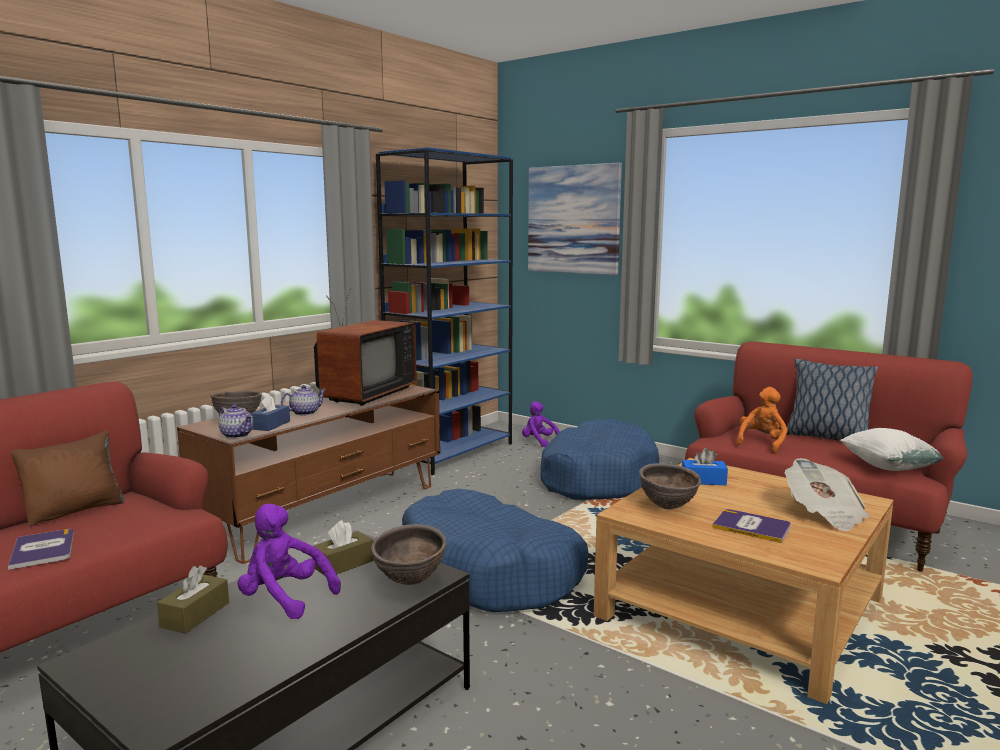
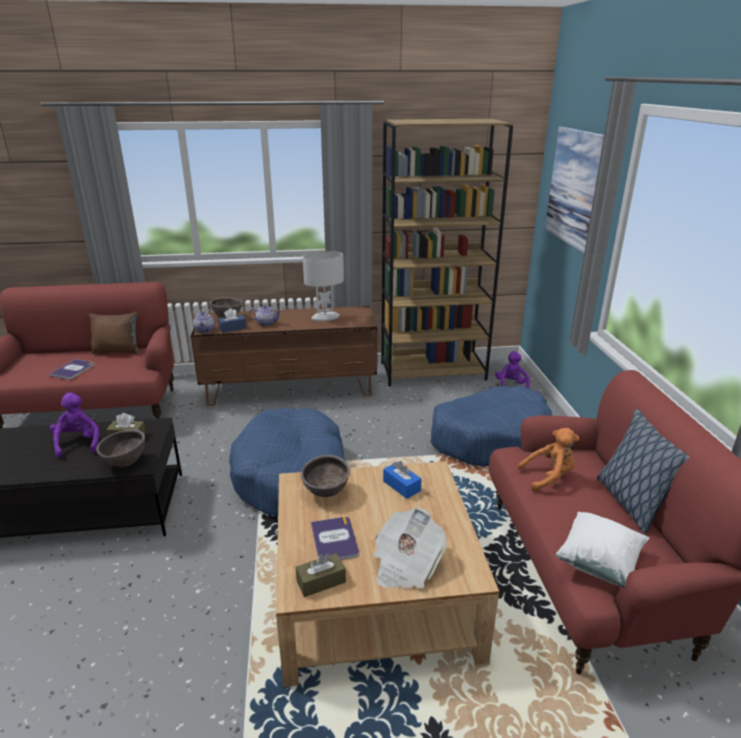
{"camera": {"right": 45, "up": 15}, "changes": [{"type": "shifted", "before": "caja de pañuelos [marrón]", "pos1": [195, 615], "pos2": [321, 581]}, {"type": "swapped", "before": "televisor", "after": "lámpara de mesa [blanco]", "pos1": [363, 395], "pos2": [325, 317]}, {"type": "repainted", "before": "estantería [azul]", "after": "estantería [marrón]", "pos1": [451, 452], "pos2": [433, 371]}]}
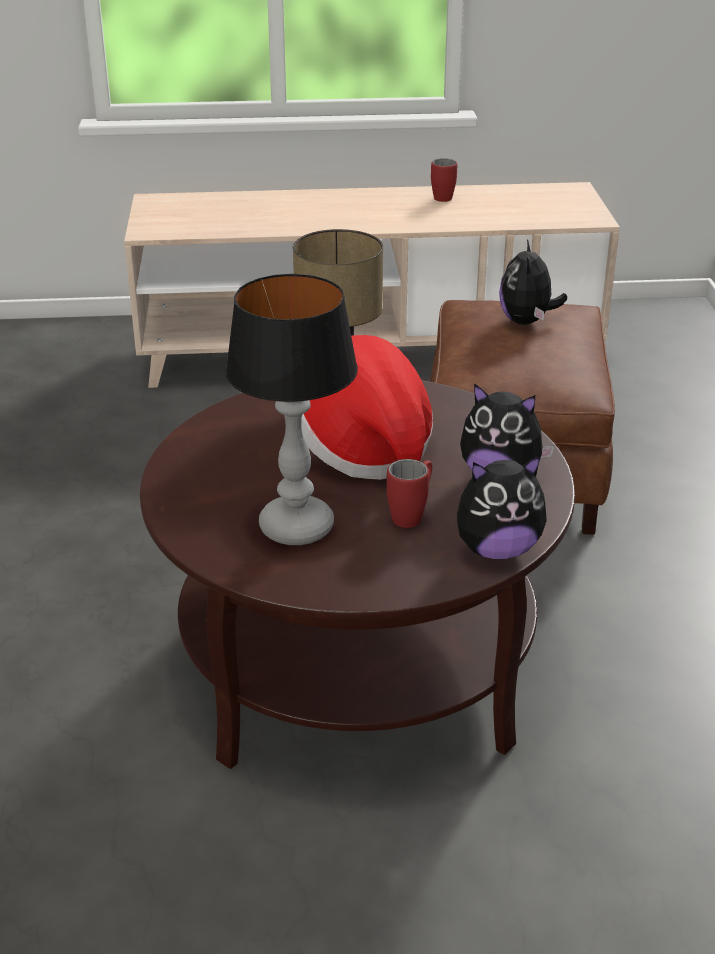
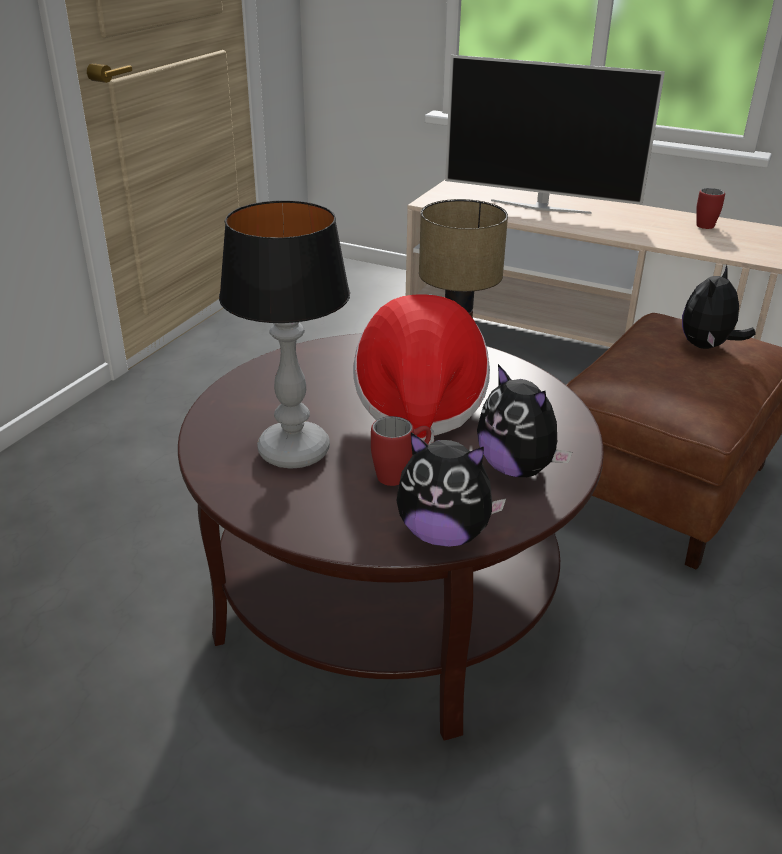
{"camera": {"right": 30, "up": 0}, "changes": [{"type": "new", "after": "televisor", "pos2": [540, 206]}]}
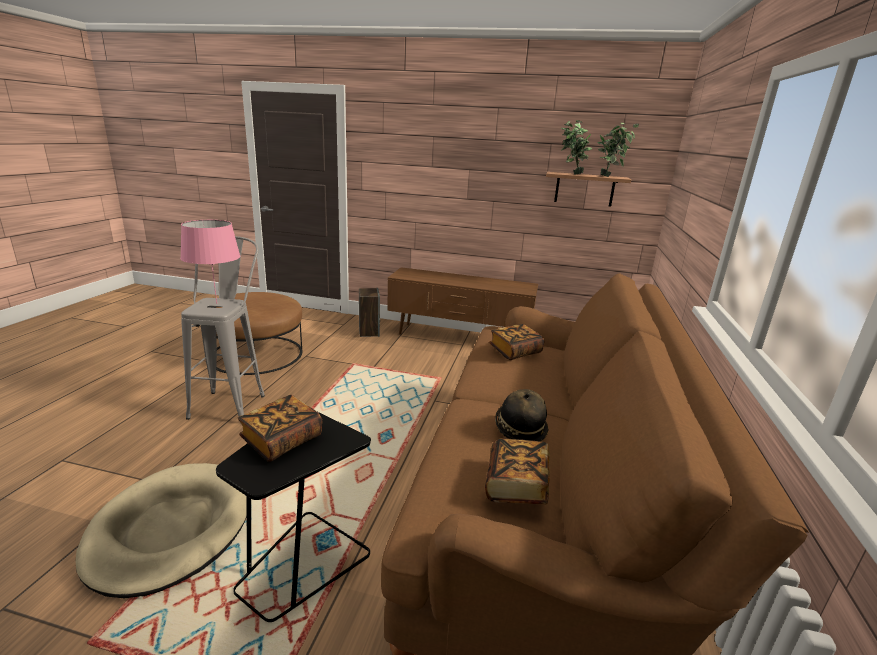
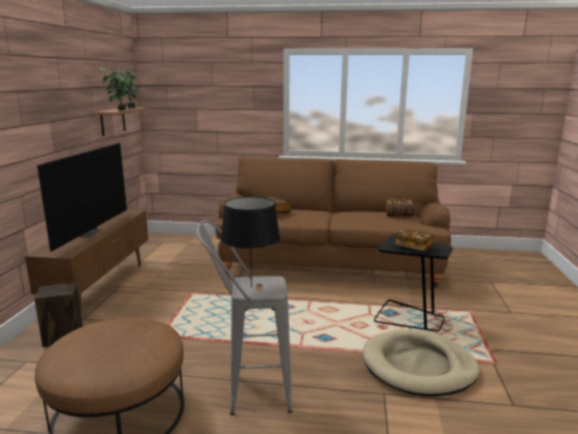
{"camera": {"right": -95, "up": -5}, "changes": [{"type": "gone", "before": "sombrero", "pos1": [519, 429]}, {"type": "new", "after": "televisor", "pos2": [87, 233]}, {"type": "repainted", "before": "lámpara de mesa [rosa]", "after": "lámpara de mesa [negro]", "pos1": [217, 304], "pos2": [251, 287]}]}
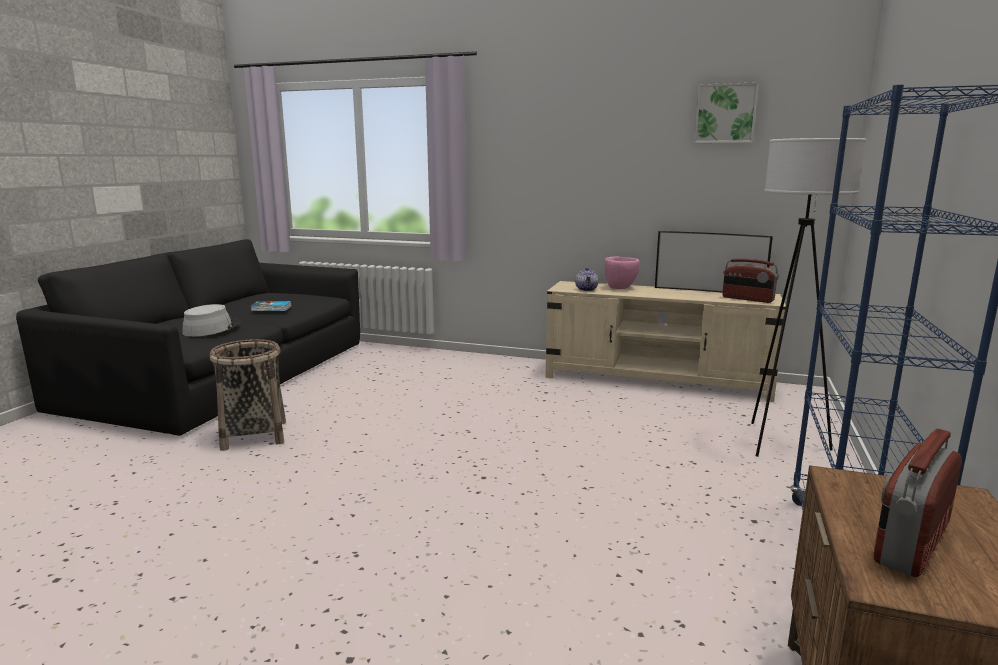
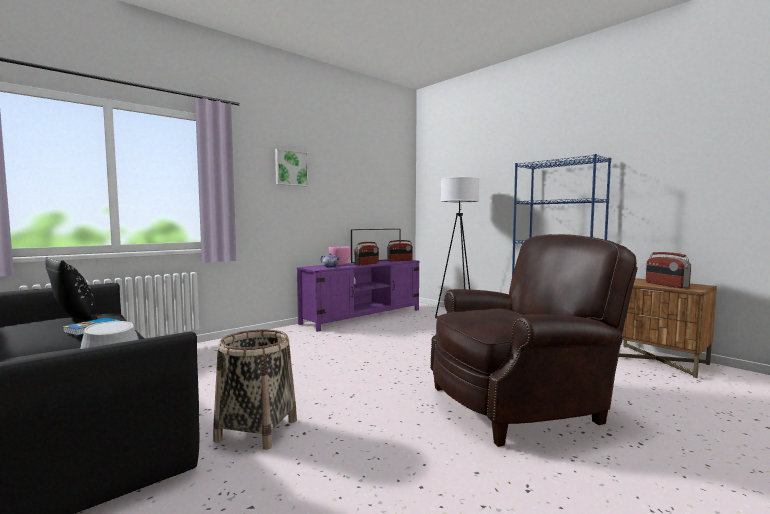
{"camera": {"right": -60, "up": -10}, "changes": [{"type": "new", "after": "cojín [negro]", "pos2": [75, 320]}, {"type": "new", "after": "radio", "pos2": [367, 264]}, {"type": "new", "after": "sillón [marrón]", "pos2": [520, 404]}, {"type": "shifted", "before": "cuadro", "pos1": [725, 113], "pos2": [291, 168]}, {"type": "repainted", "before": "mueble de televisión [beis]", "after": "mueble de televisión [morado]", "pos1": [657, 380], "pos2": [363, 316]}]}
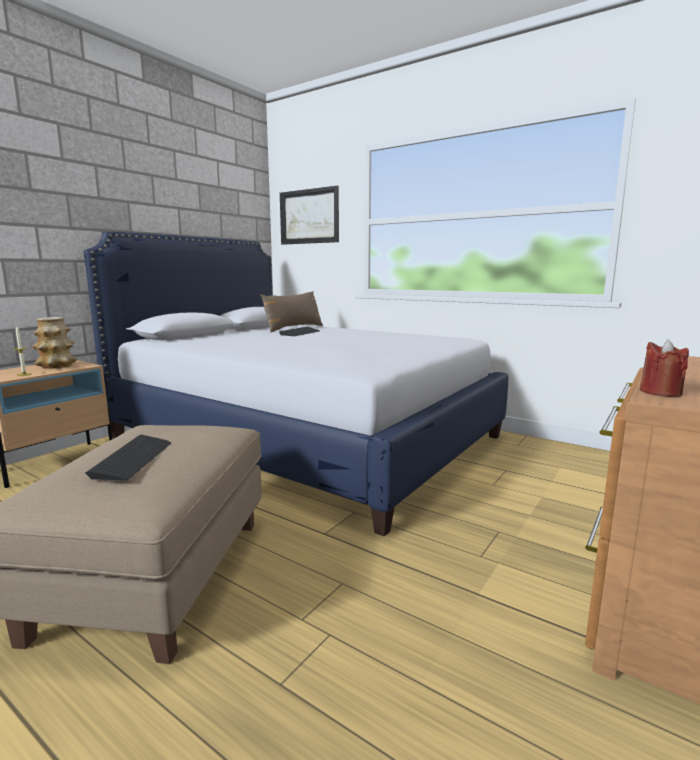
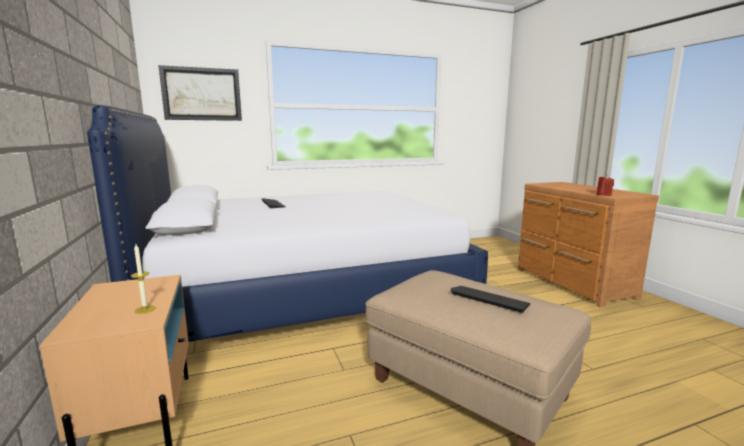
{"camera": {"right": -55, "up": 0}, "changes": [{"type": "gone", "before": "florero", "pos1": [56, 366]}, {"type": "gone", "before": "cojín [marrón]", "pos1": [293, 328]}]}
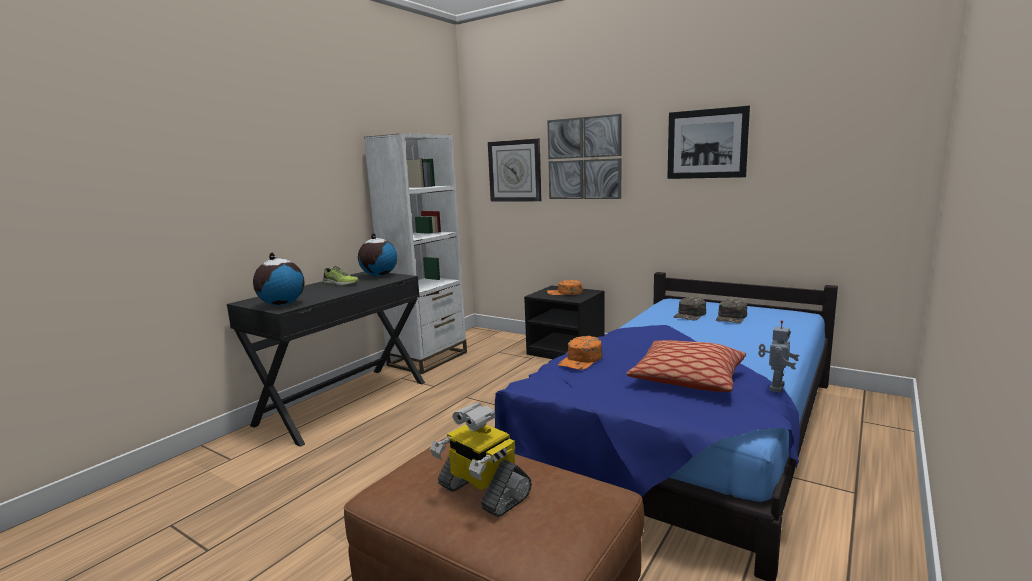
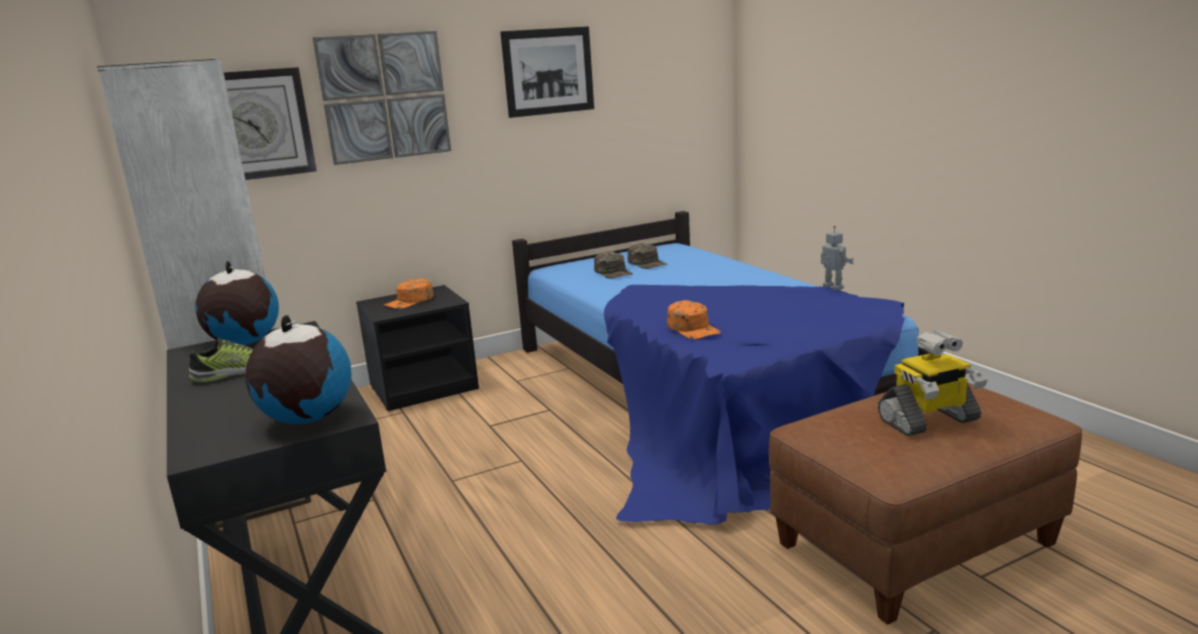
{"camera": {"right": -60, "up": 5}, "changes": [{"type": "gone", "before": "cojín", "pos1": [687, 379]}]}
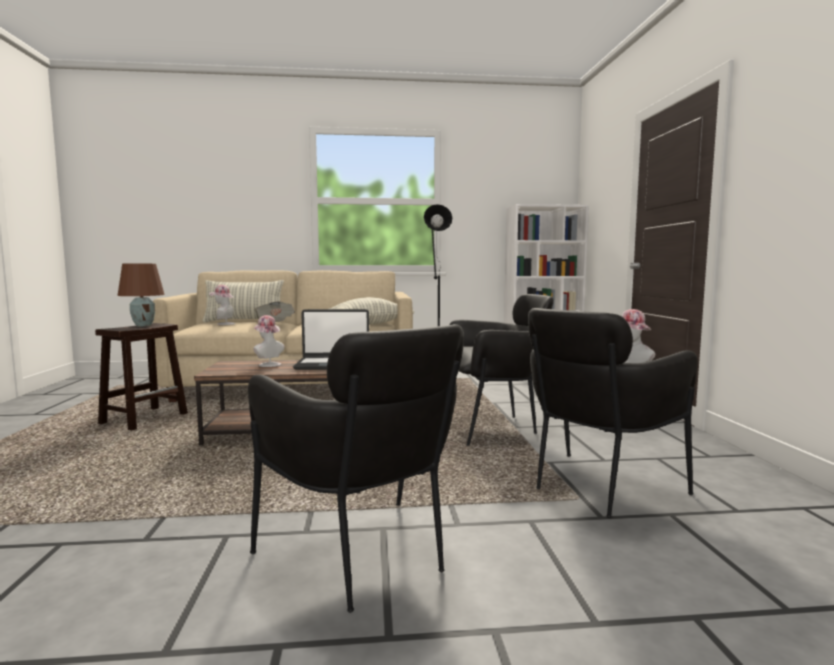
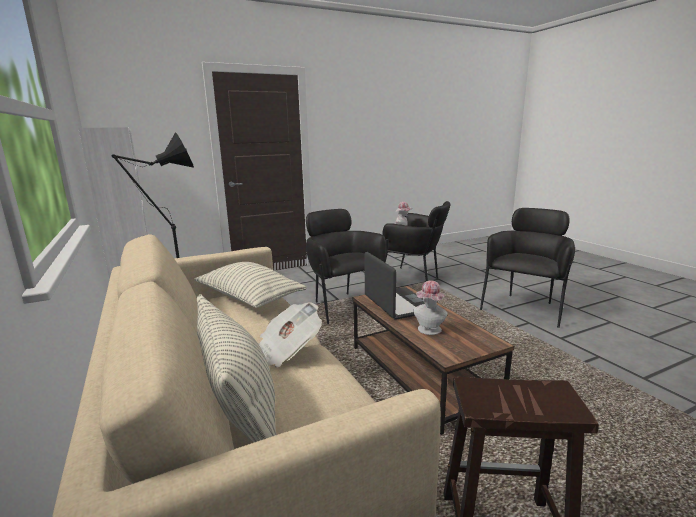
{"camera": {"right": -110, "up": 10}, "changes": [{"type": "gone", "before": "lámpara de mesa [marrón]", "pos1": [143, 325]}, {"type": "gone", "before": "sombrero", "pos1": [223, 324]}]}
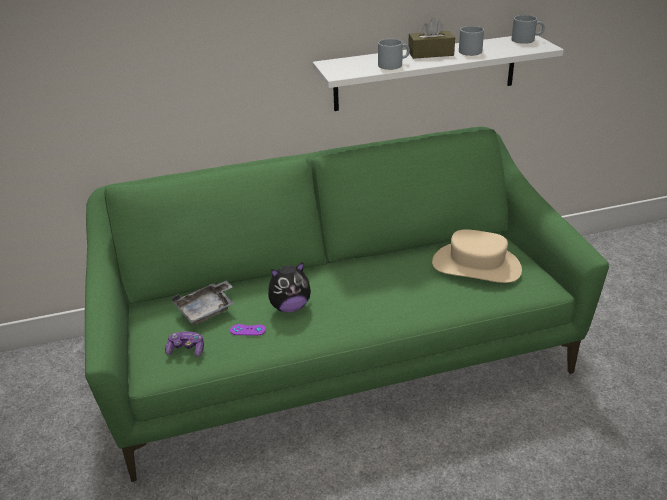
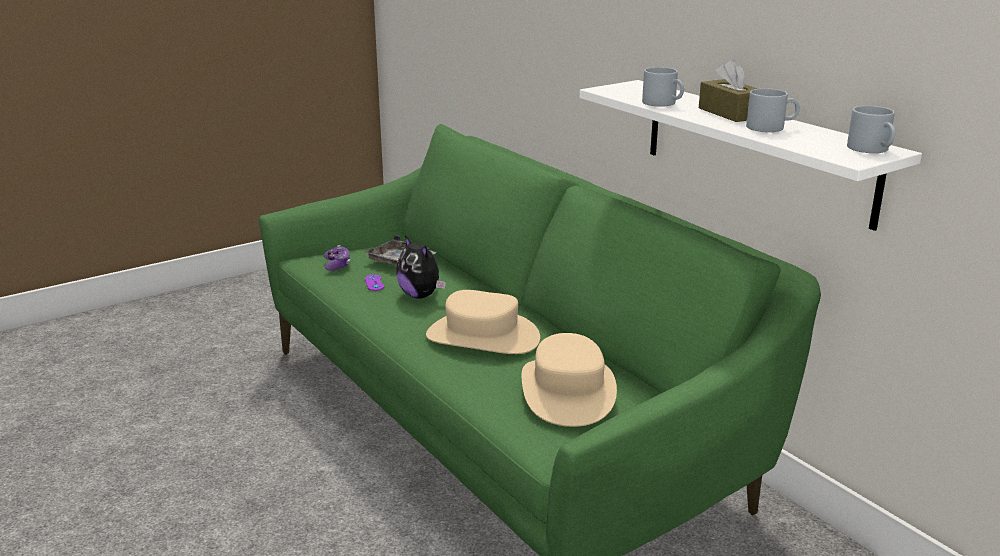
{"camera": {"right": 70, "up": -10}, "changes": [{"type": "new", "after": "sombrero [beis]", "pos2": [482, 337]}]}
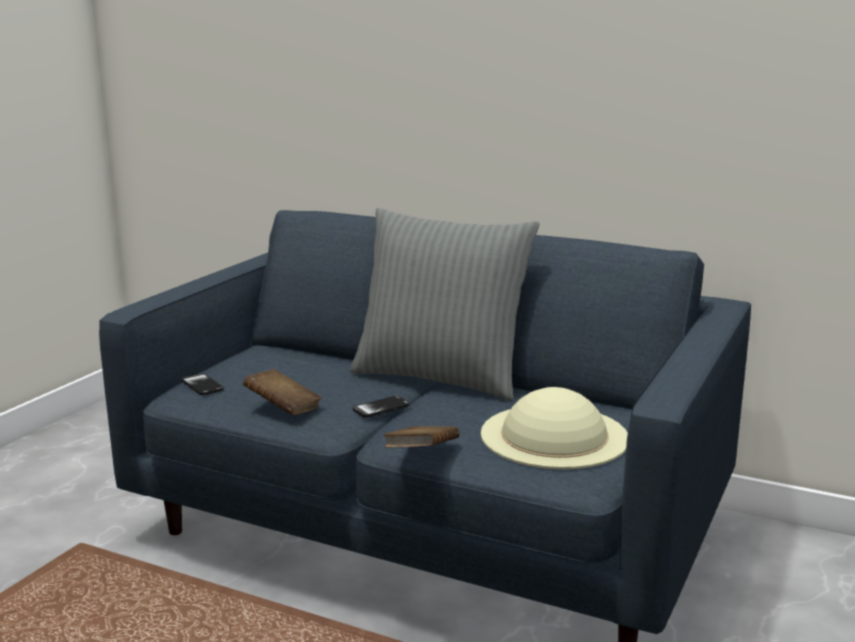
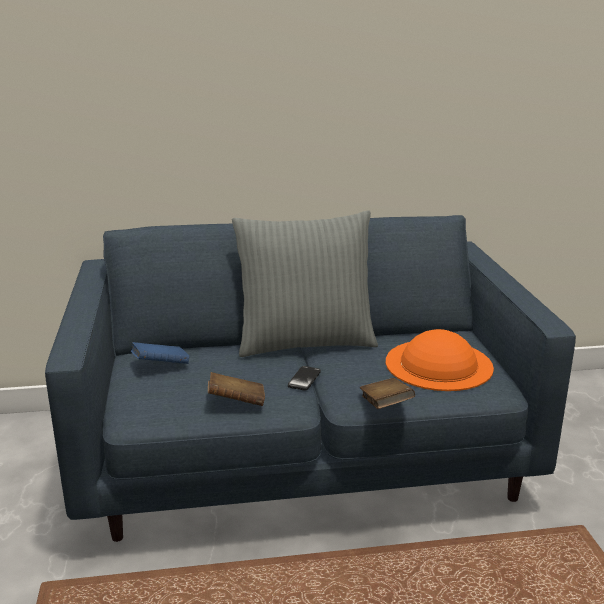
{"camera": {"right": -35, "up": 5}, "changes": [{"type": "gone", "before": "móvil", "pos1": [202, 386]}, {"type": "new", "after": "libro [azul]", "pos2": [160, 366]}, {"type": "repainted", "before": "sombrero [beis]", "after": "sombrero [naranja]", "pos1": [554, 435], "pos2": [439, 364]}]}
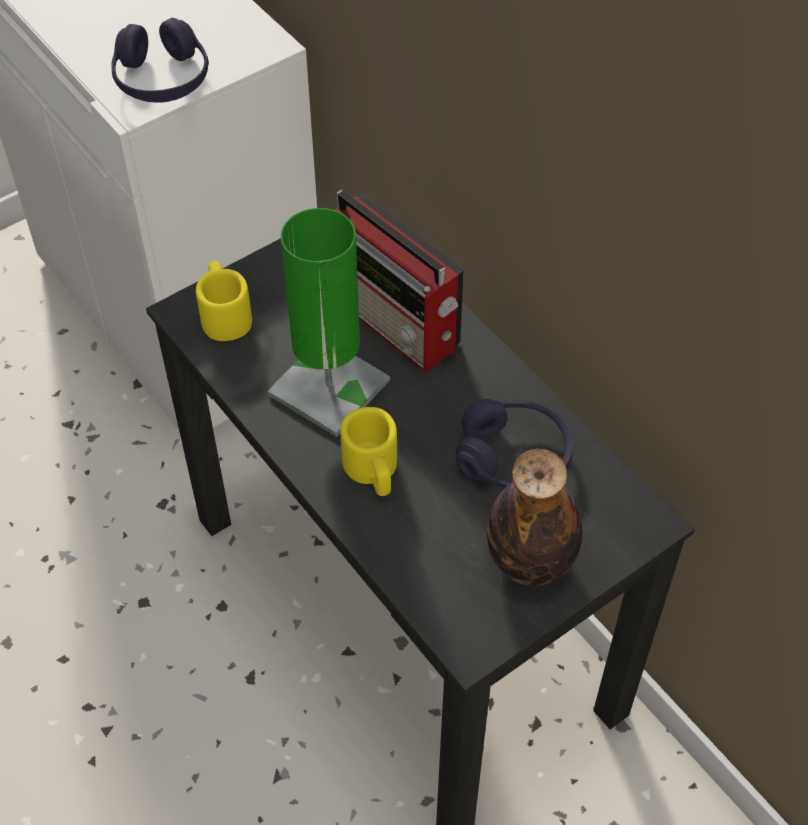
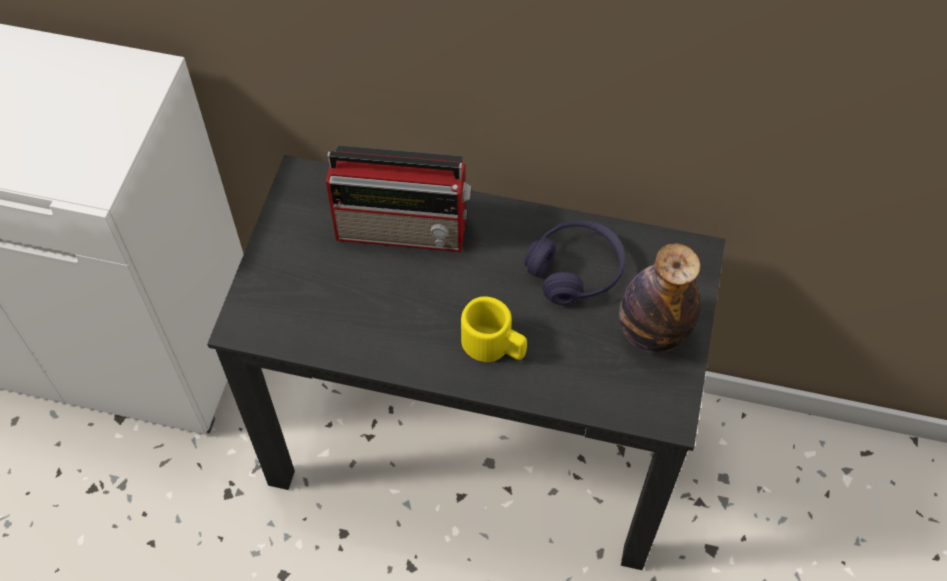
{"camera": {"right": -40, "up": 5}, "changes": [{"type": "gone", "before": "auriculares [morado]", "pos1": [162, 79]}, {"type": "gone", "before": "taza grande [amarillo]", "pos1": [224, 314]}, {"type": "gone", "before": "lámpara de mesa [verde]", "pos1": [329, 387]}]}
